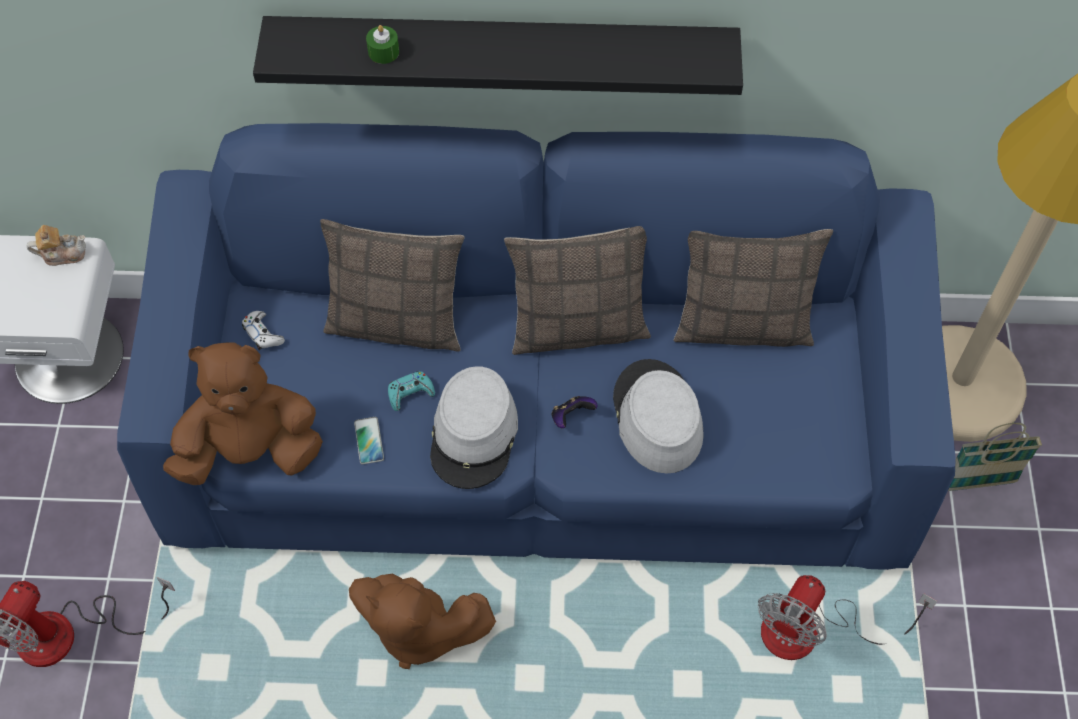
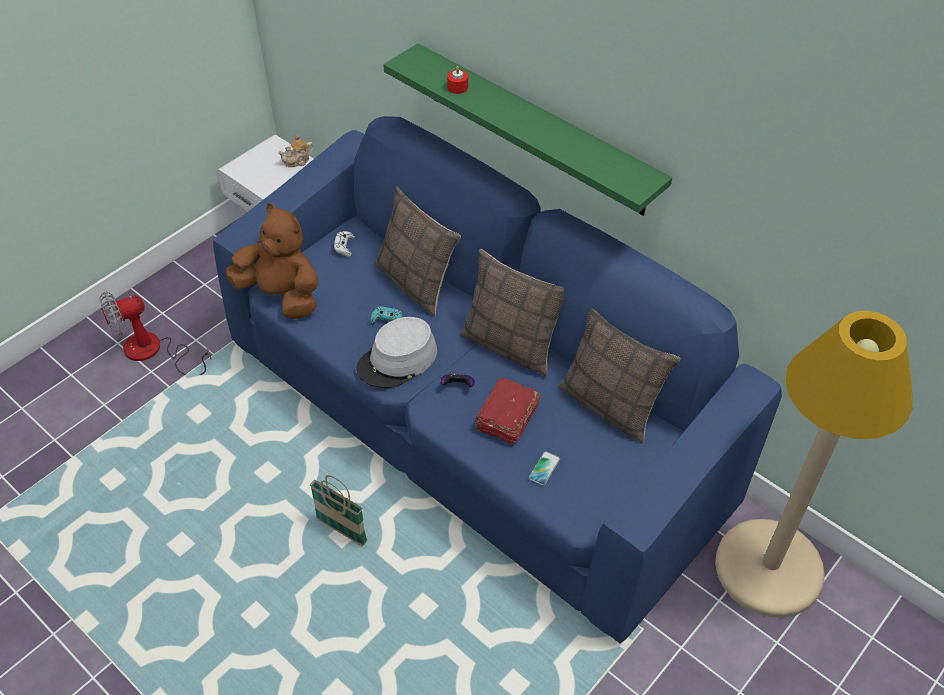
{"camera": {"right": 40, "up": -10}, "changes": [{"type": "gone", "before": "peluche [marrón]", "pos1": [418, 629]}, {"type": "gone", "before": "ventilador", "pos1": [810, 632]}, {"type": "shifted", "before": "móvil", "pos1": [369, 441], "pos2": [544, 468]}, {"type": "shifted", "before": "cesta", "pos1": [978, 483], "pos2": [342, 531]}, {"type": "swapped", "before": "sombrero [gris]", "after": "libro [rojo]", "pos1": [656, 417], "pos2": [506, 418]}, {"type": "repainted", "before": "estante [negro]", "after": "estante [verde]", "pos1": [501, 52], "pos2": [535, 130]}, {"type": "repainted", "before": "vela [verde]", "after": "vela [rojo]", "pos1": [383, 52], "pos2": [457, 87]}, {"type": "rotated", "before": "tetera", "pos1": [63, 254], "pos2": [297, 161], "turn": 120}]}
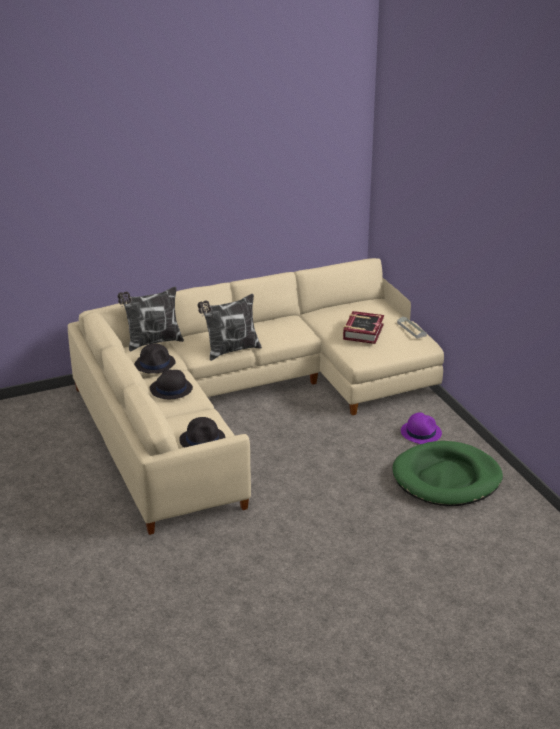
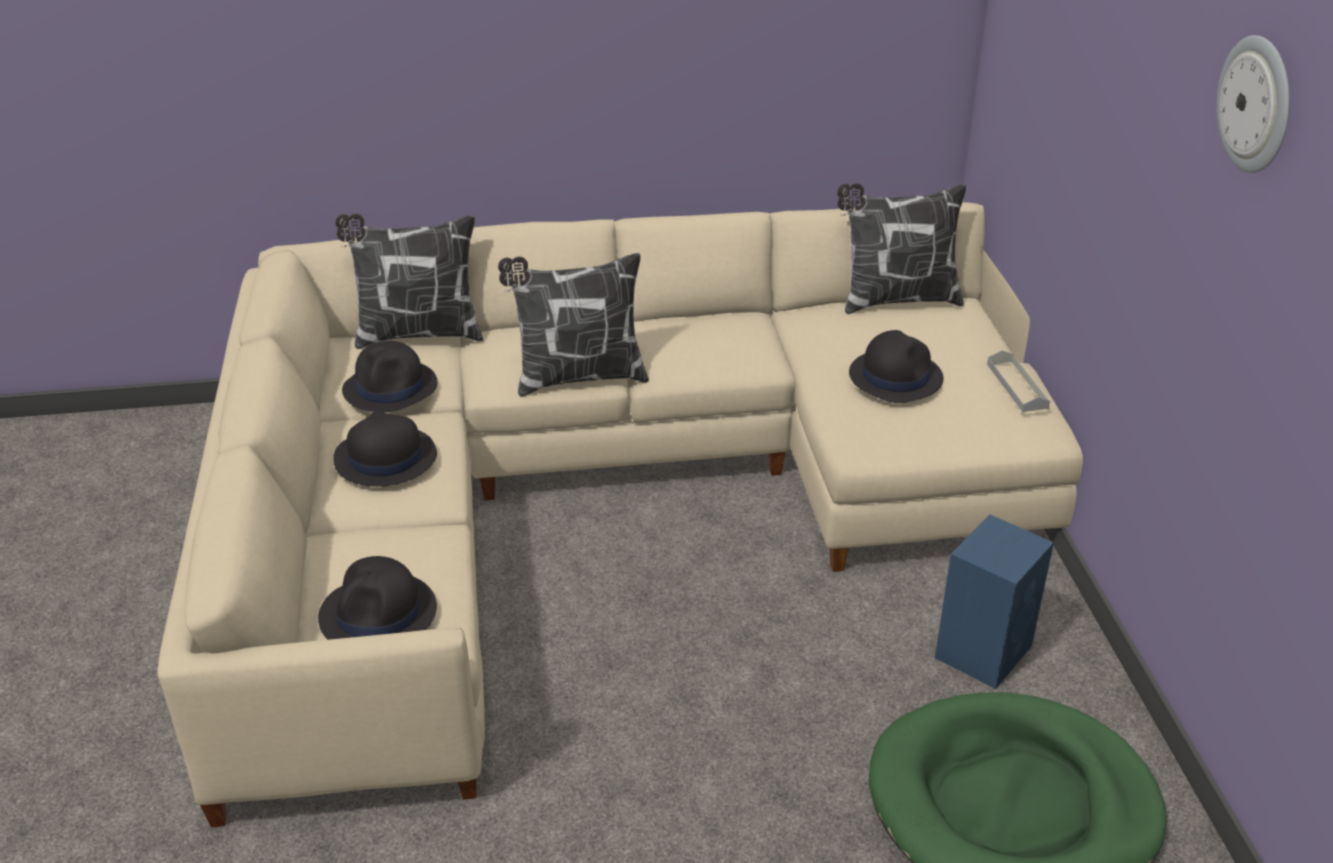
{"camera": {"right": 15, "up": 5}, "changes": [{"type": "new", "after": "cojín", "pos2": [896, 300]}, {"type": "new", "after": "reloj de pared", "pos2": [1256, 104]}, {"type": "swapped", "before": "libro", "after": "sombrero [negro]", "pos1": [363, 332], "pos2": [895, 376]}, {"type": "swapped", "before": "sombrero [morado]", "after": "altavoz [azul]", "pos1": [421, 432], "pos2": [984, 650]}]}
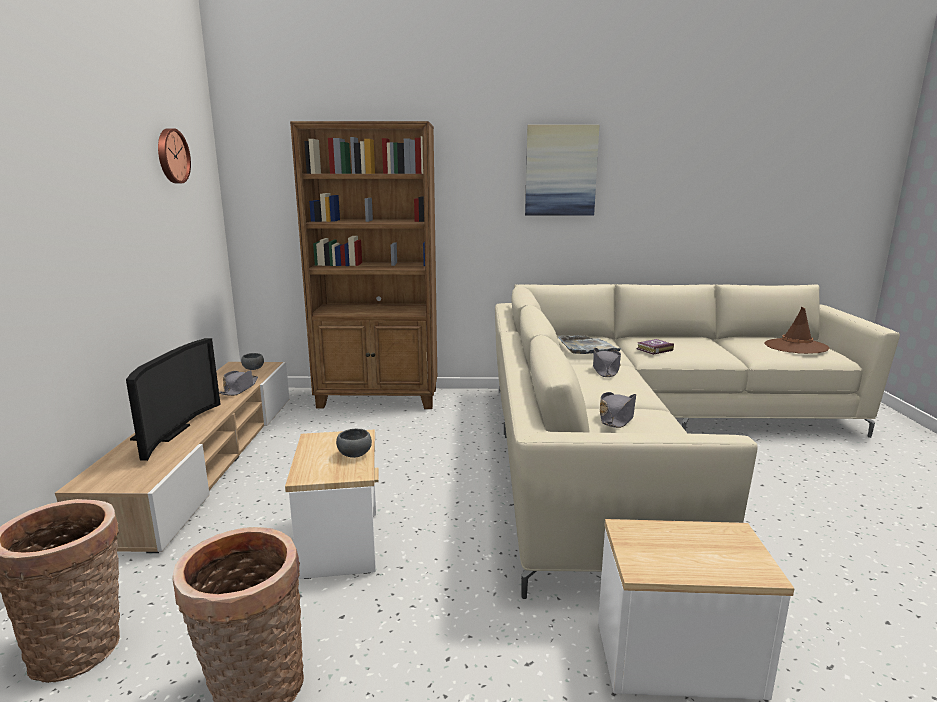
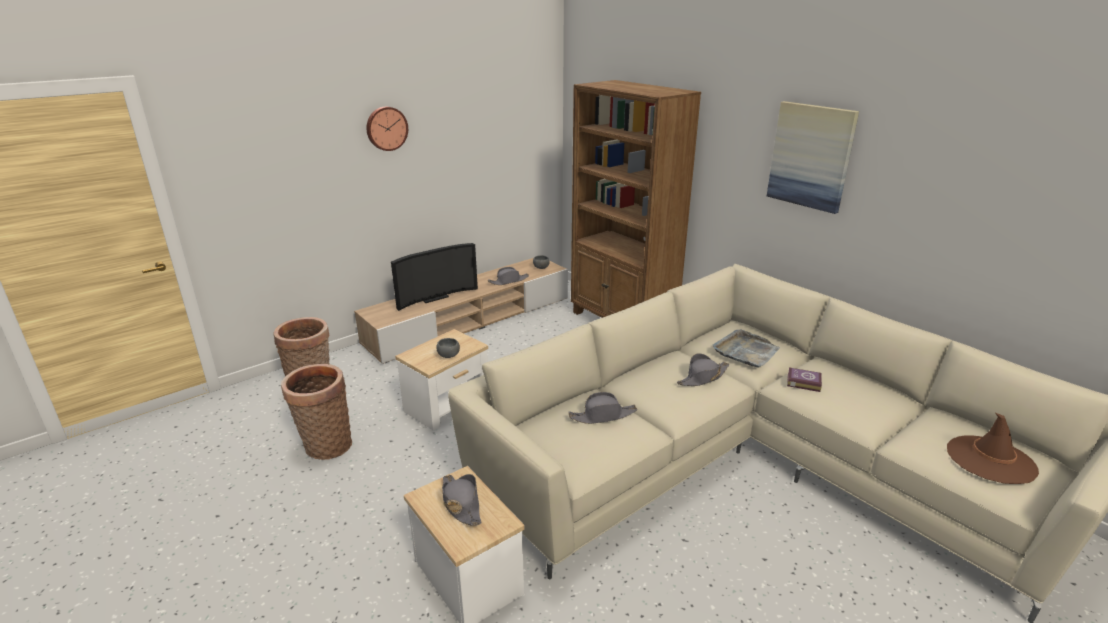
{"camera": {"right": 50, "up": 10}, "changes": [{"type": "new", "after": "sombrero [gris]", "pos2": [461, 504]}, {"type": "shifted", "before": "reloj de pared", "pos1": [171, 156], "pos2": [386, 128]}]}
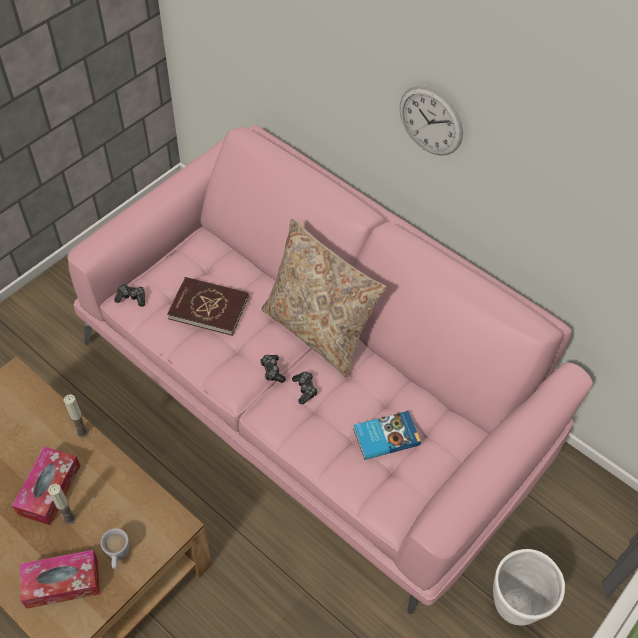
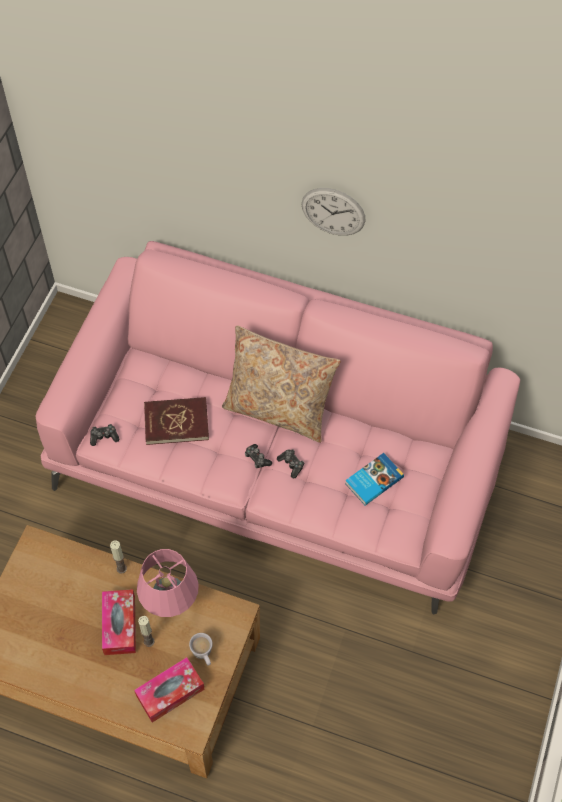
{"camera": {"right": -20, "up": 5}, "changes": [{"type": "gone", "before": "maceta [blanco]", "pos1": [513, 605]}, {"type": "new", "after": "lámpara de mesa [rosa]", "pos2": [170, 604]}]}
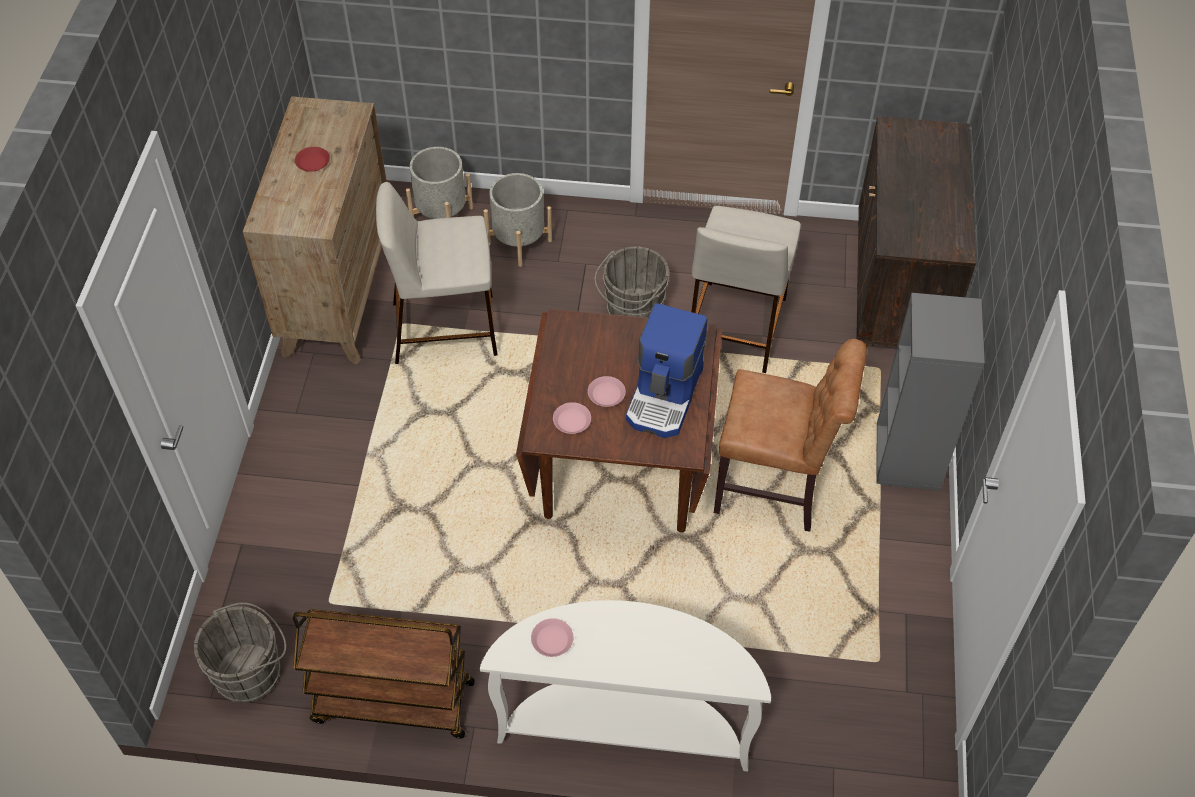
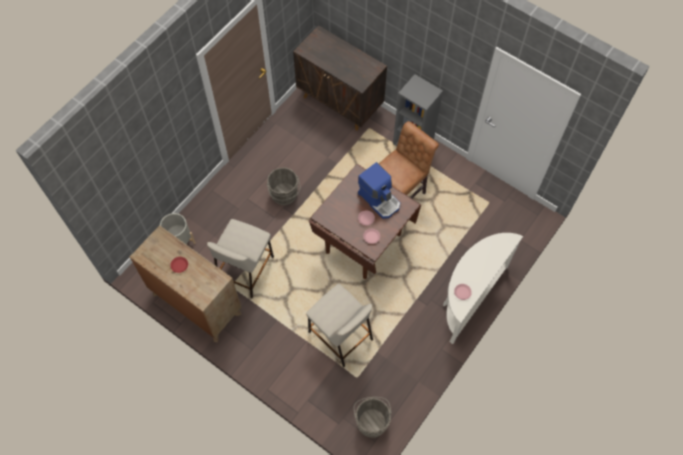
{"camera": {"right": -60, "up": 10}, "changes": [{"type": "gone", "before": "carrito [marrón]", "pos1": [392, 702]}, {"type": "gone", "before": "maceta [gris]", "pos1": [519, 242]}, {"type": "shifted", "before": "taburete [beis]", "pos1": [736, 325], "pos2": [339, 335]}]}
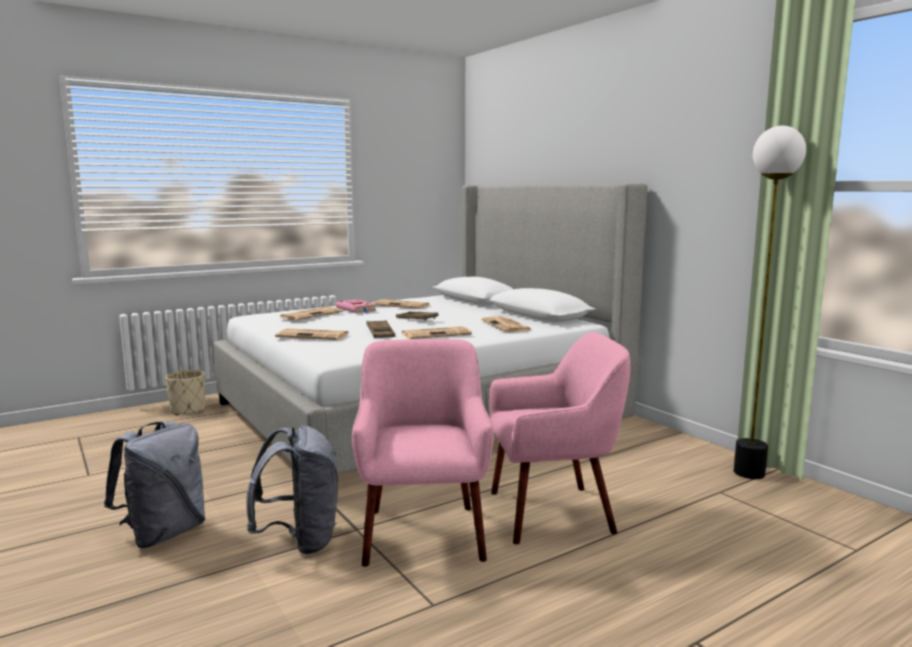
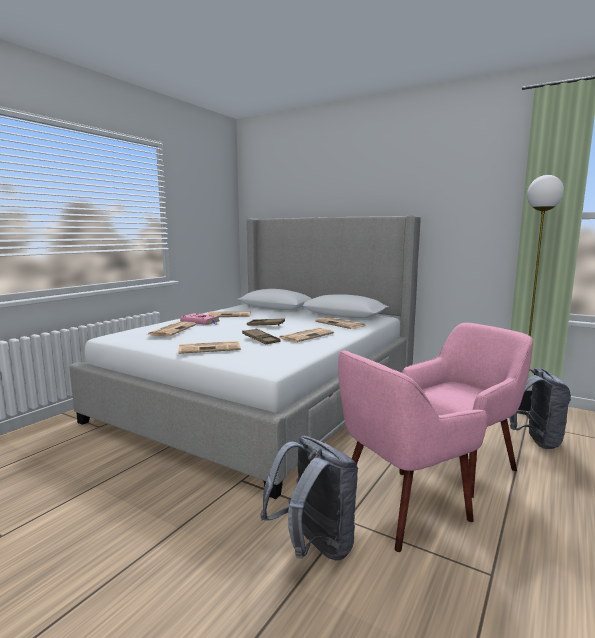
{"camera": {"right": -25, "up": 0}, "changes": [{"type": "gone", "before": "maceta [beis]", "pos1": [188, 410]}, {"type": "shifted", "before": "mochila [gris]", "pos1": [164, 533], "pos2": [533, 440]}, {"type": "rotated", "before": "sillón [rosa]", "pos1": [423, 533], "pos2": [400, 507], "turn": -90}]}
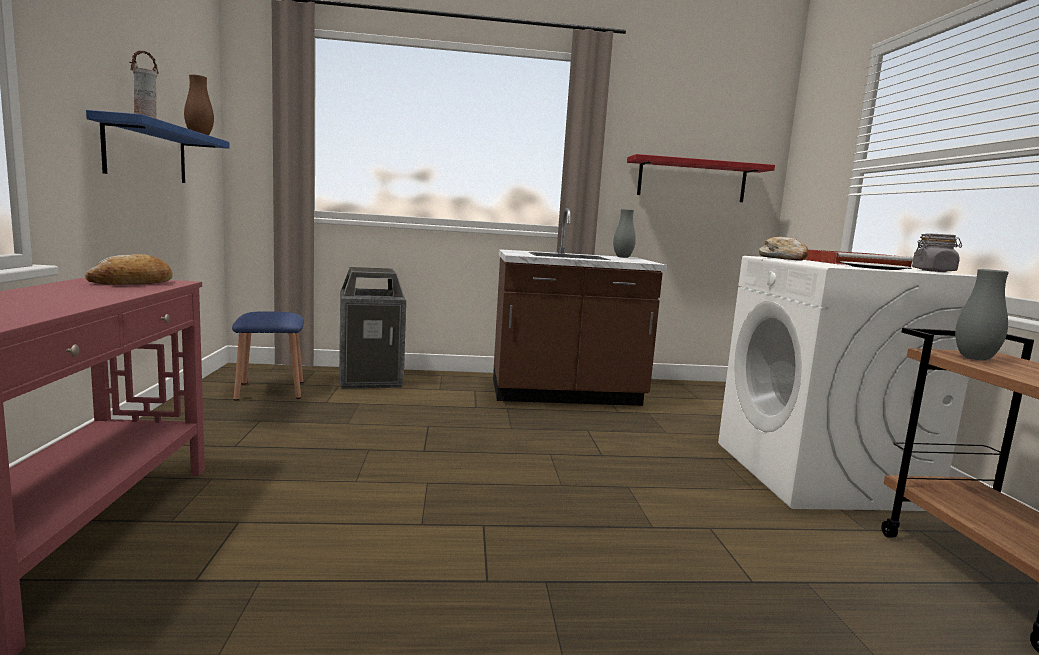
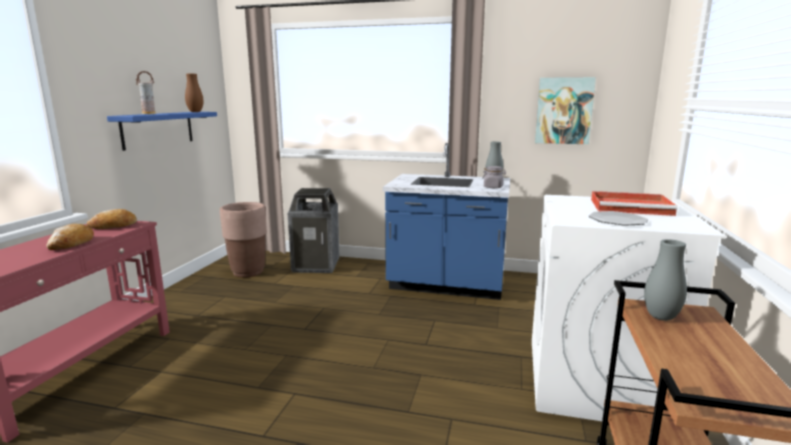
{"camera": {"right": 20, "up": 5}, "changes": [{"type": "shifted", "before": "pan", "pos1": [783, 259], "pos2": [72, 244]}, {"type": "shifted", "before": "tarro [gris]", "pos1": [933, 271], "pos2": [493, 187]}, {"type": "swapped", "before": "taburete [azul]", "after": "maceta [marrón]", "pos1": [270, 390], "pos2": [248, 272]}, {"type": "swapped", "before": "estante [rojo]", "after": "cuadro", "pos1": [692, 180], "pos2": [564, 111]}, {"type": "repainted", "before": "mueble bajo de cocina [marrón]", "after": "mueble bajo de cocina [azul]", "pos1": [565, 394], "pos2": [446, 285]}]}
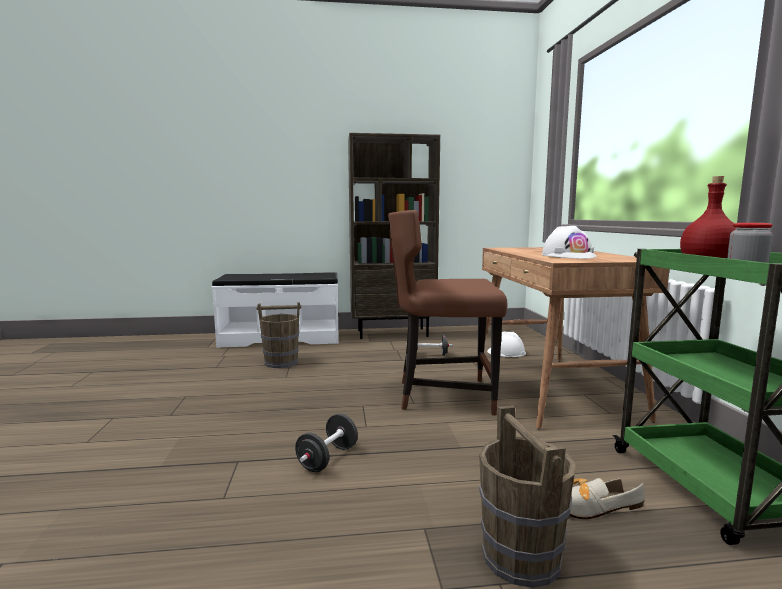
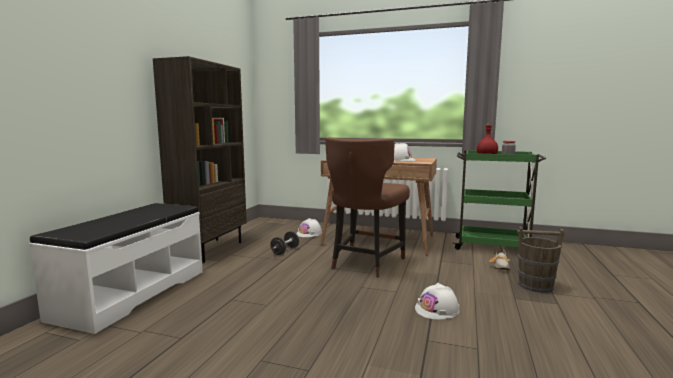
{"camera": {"right": -65, "up": 0}, "changes": [{"type": "gone", "before": "cubo [marrón]", "pos1": [281, 362]}, {"type": "swapped", "before": "mancuerna [negro]", "after": "casco [blanco]", "pos1": [327, 459], "pos2": [437, 309]}]}
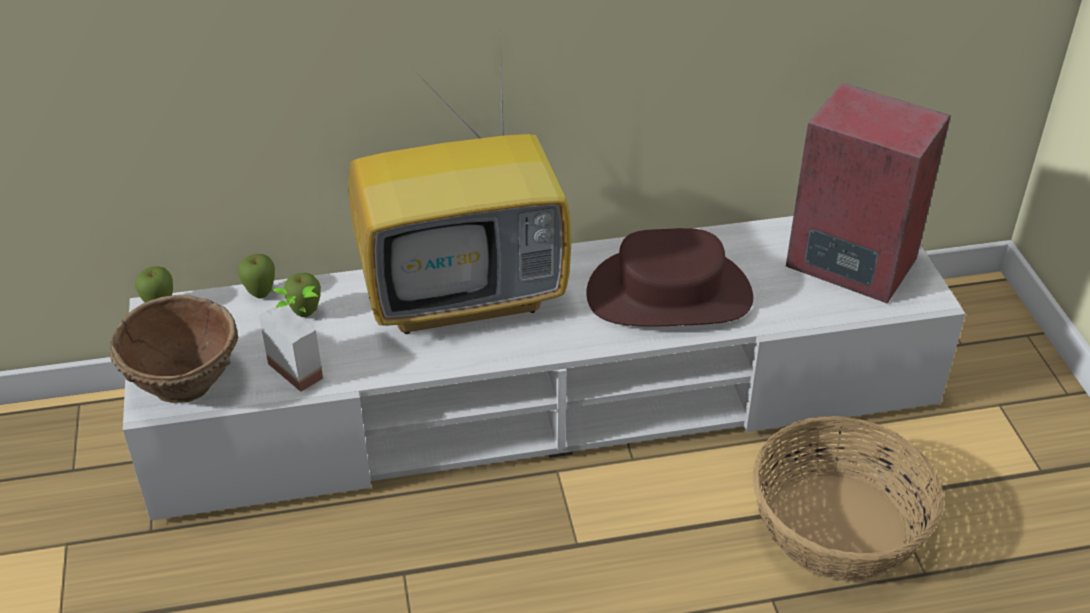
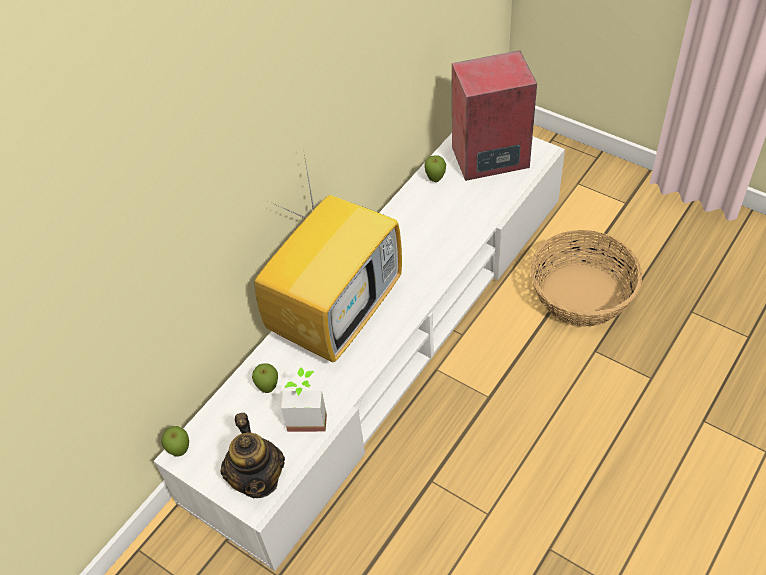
{"camera": {"right": -40, "up": 10}, "changes": [{"type": "gone", "before": "sombrero [marrón]", "pos1": [669, 295]}, {"type": "shifted", "before": "manzana", "pos1": [261, 294], "pos2": [435, 179]}, {"type": "swapped", "before": "cuenco [marrón]", "after": "tetera", "pos1": [186, 383], "pos2": [258, 479]}]}
